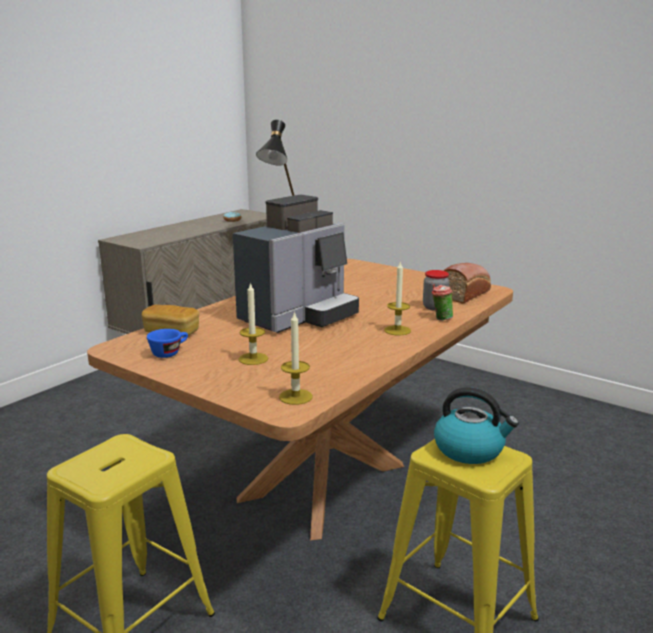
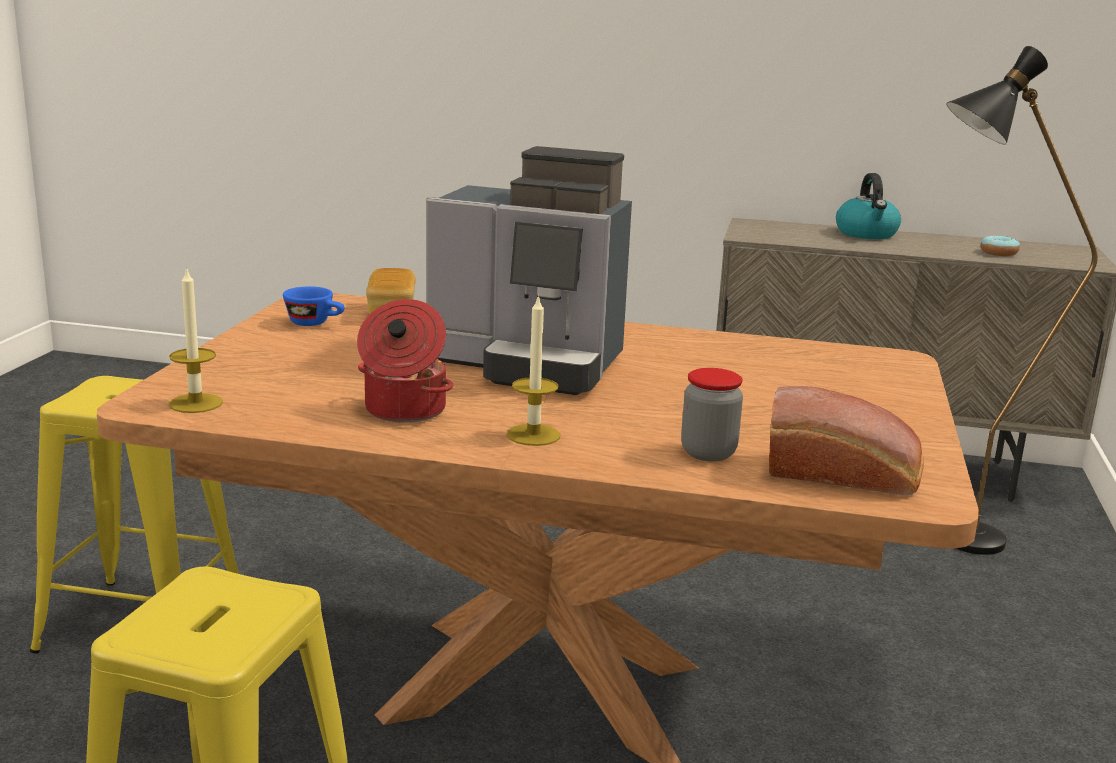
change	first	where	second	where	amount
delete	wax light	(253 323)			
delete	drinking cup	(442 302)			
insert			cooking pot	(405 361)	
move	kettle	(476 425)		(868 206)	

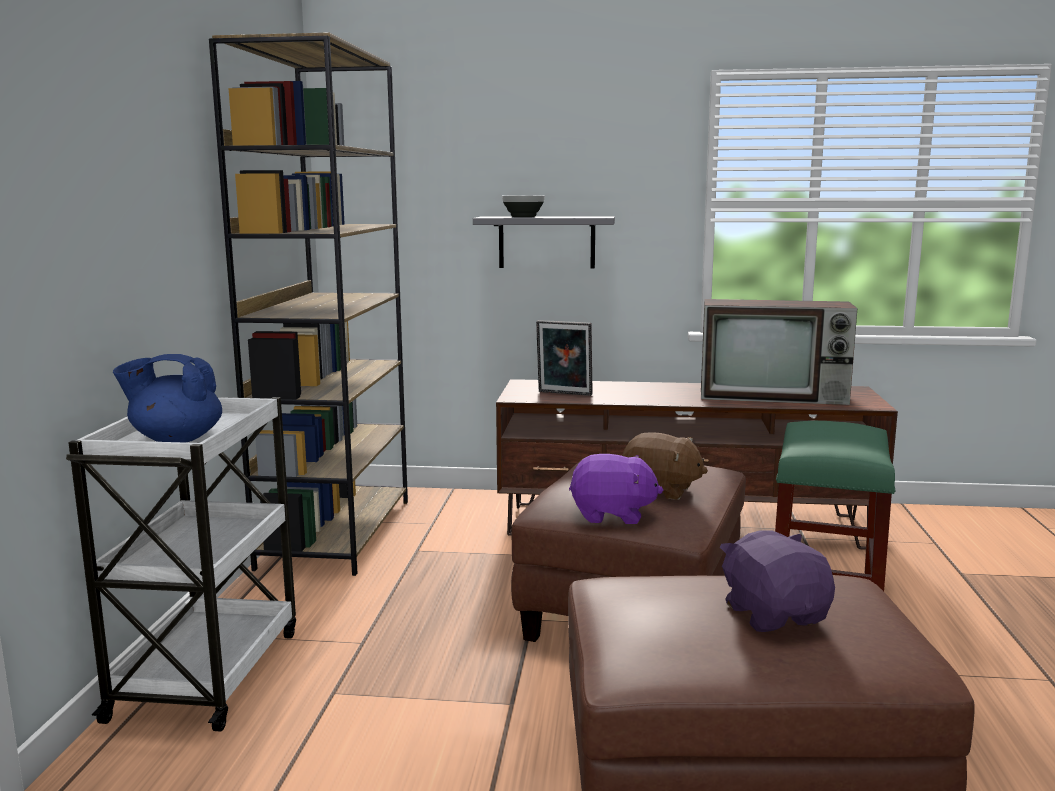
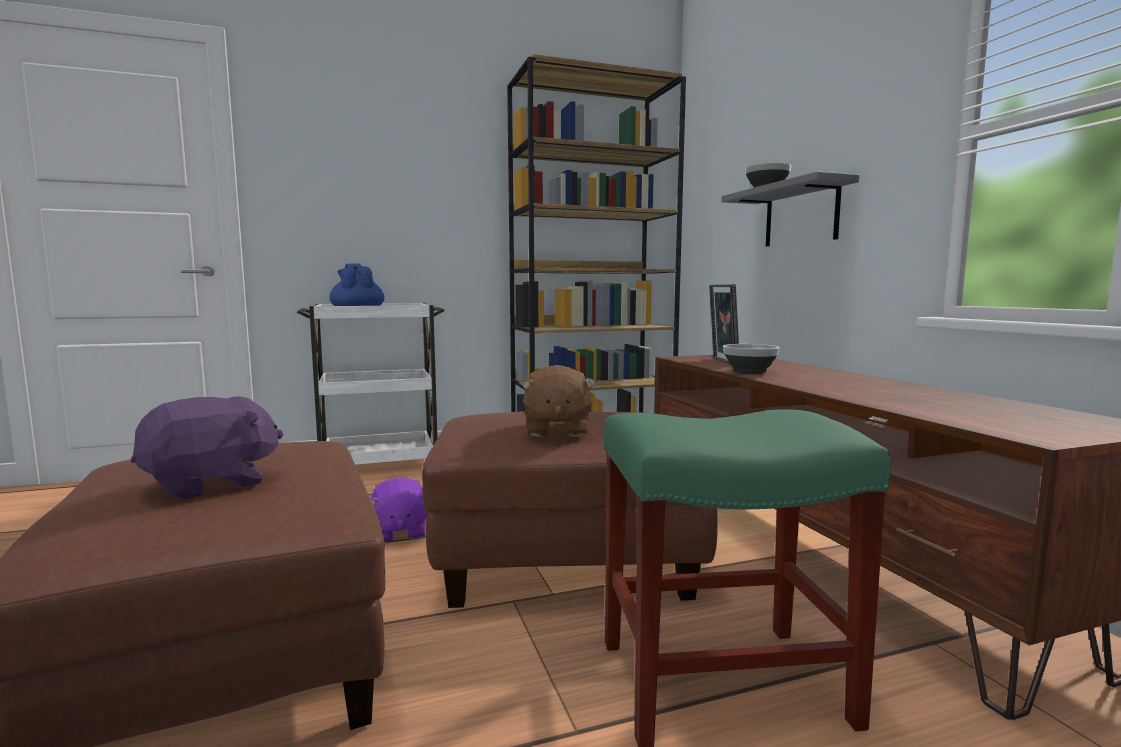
change	first	where	second	where	amount
delete	TV	(779 352)			
insert			serving bowl	(751 359)	
move	purple cuddly toy	(616 489)		(399 510)	

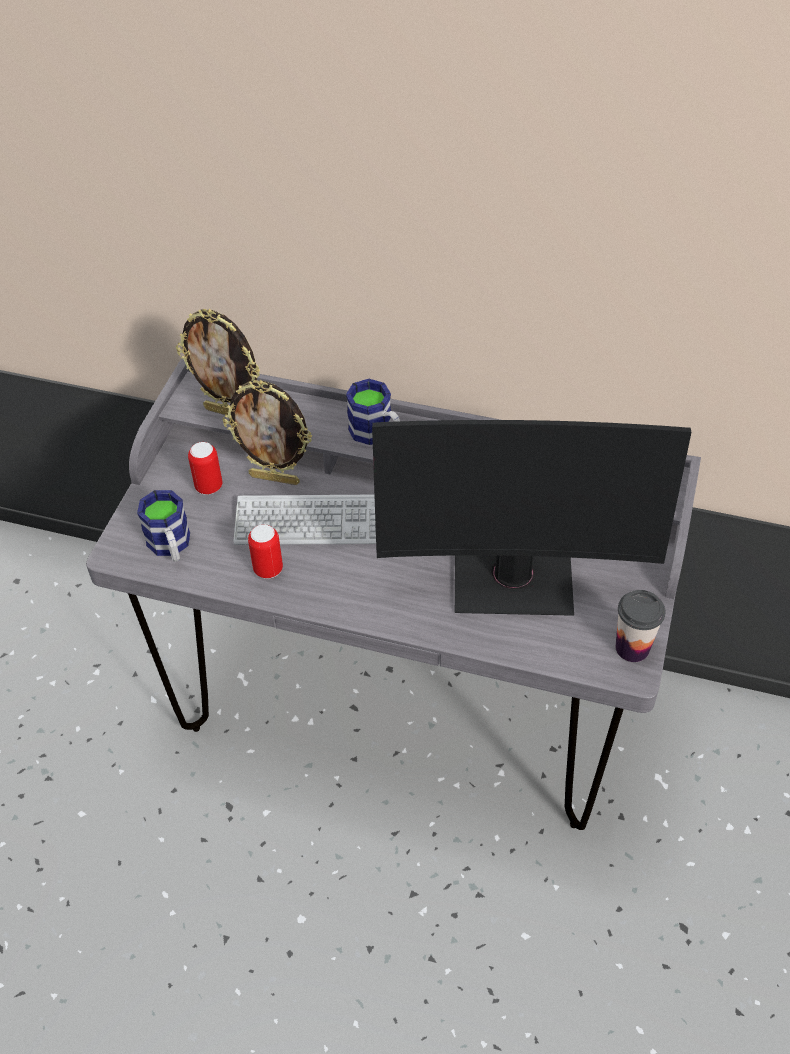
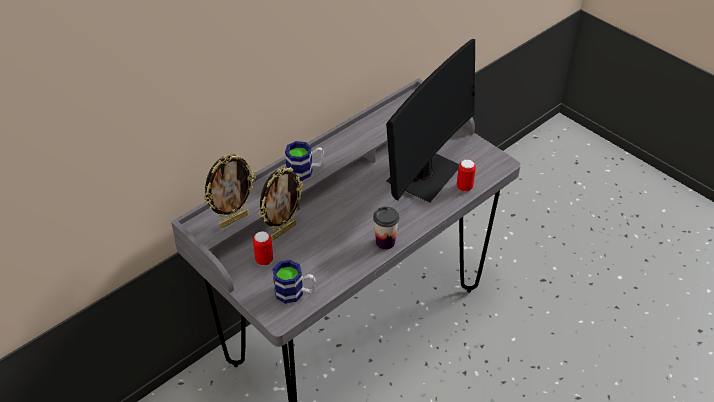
change	first	where	second	where	amount
delete	PC keyboard	(304 520)			
move	metal can	(265 551)		(466 175)	
move	drinking cup	(640 626)		(386 228)	

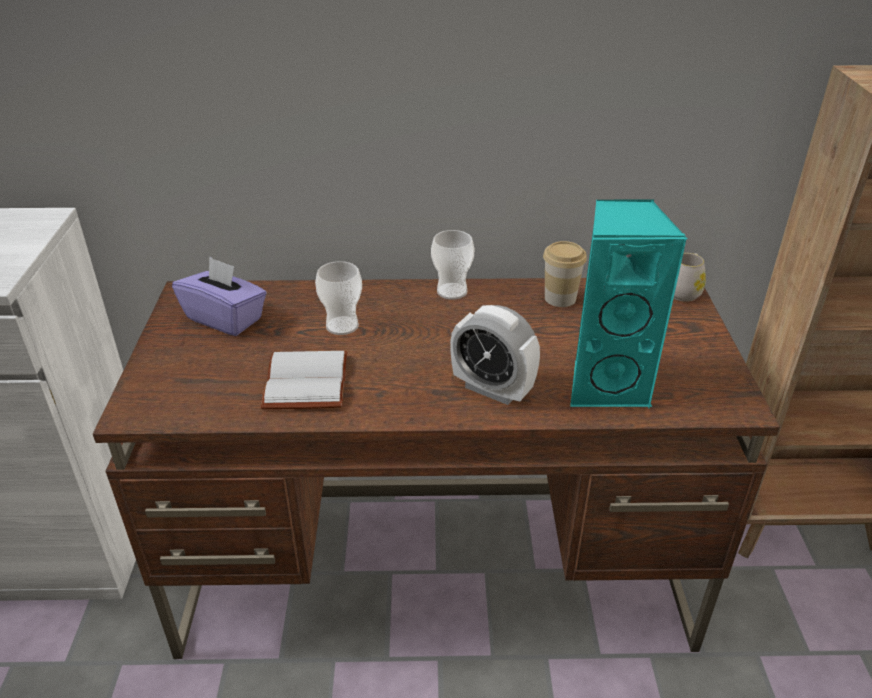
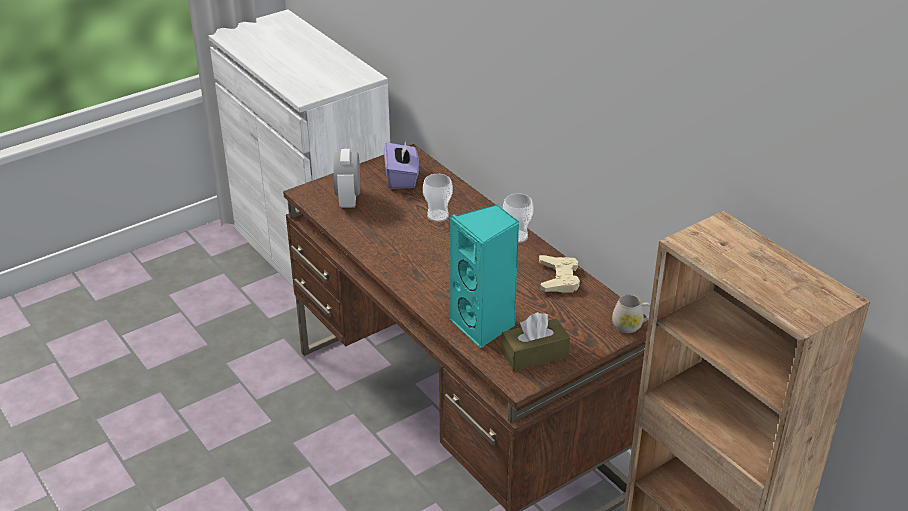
change	first	where	second	where	amount
delete	white-coloured bound book	(304 380)			
insert			brown tissue box	(535 341)	
move	alarm clock	(495 355)		(346 178)	
replace	drinking cup	(565 274)	sand-coloured joypad	(559 273)	

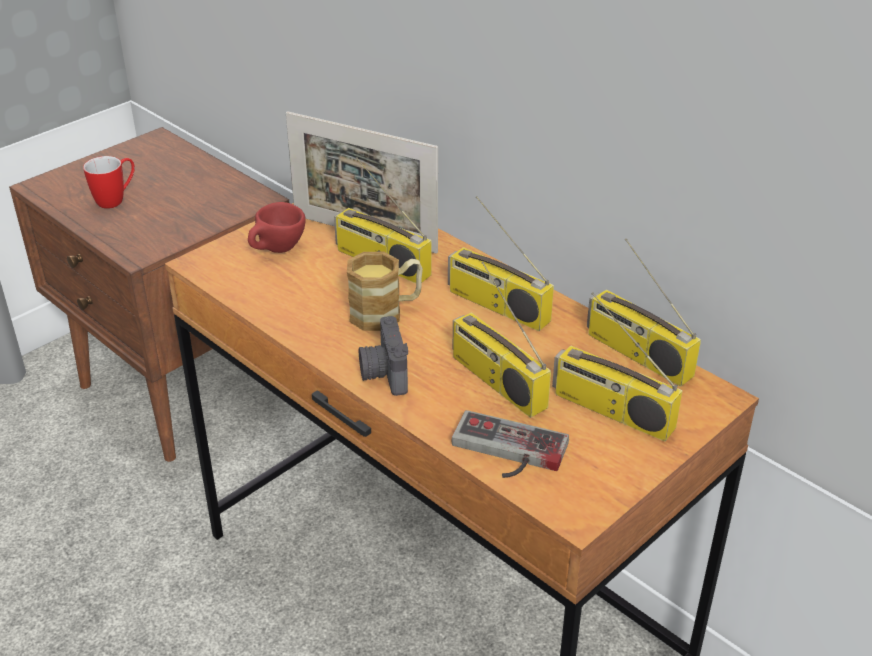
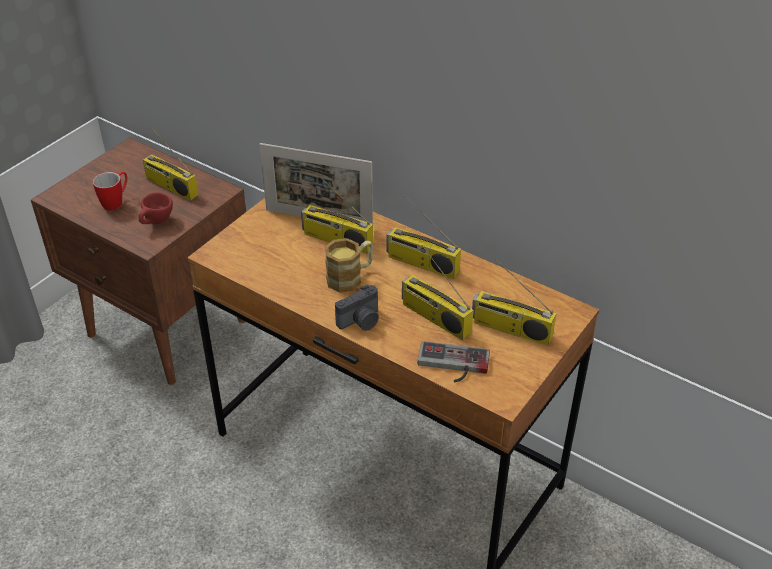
change	first	where	second	where	amount
move	reddish drinking cup	(277 227)		(156 208)	
move	radio set	(644 312)		(171 164)	
rotate	photo camera	(383 356)		(357 307)	105 degrees counterclockwise

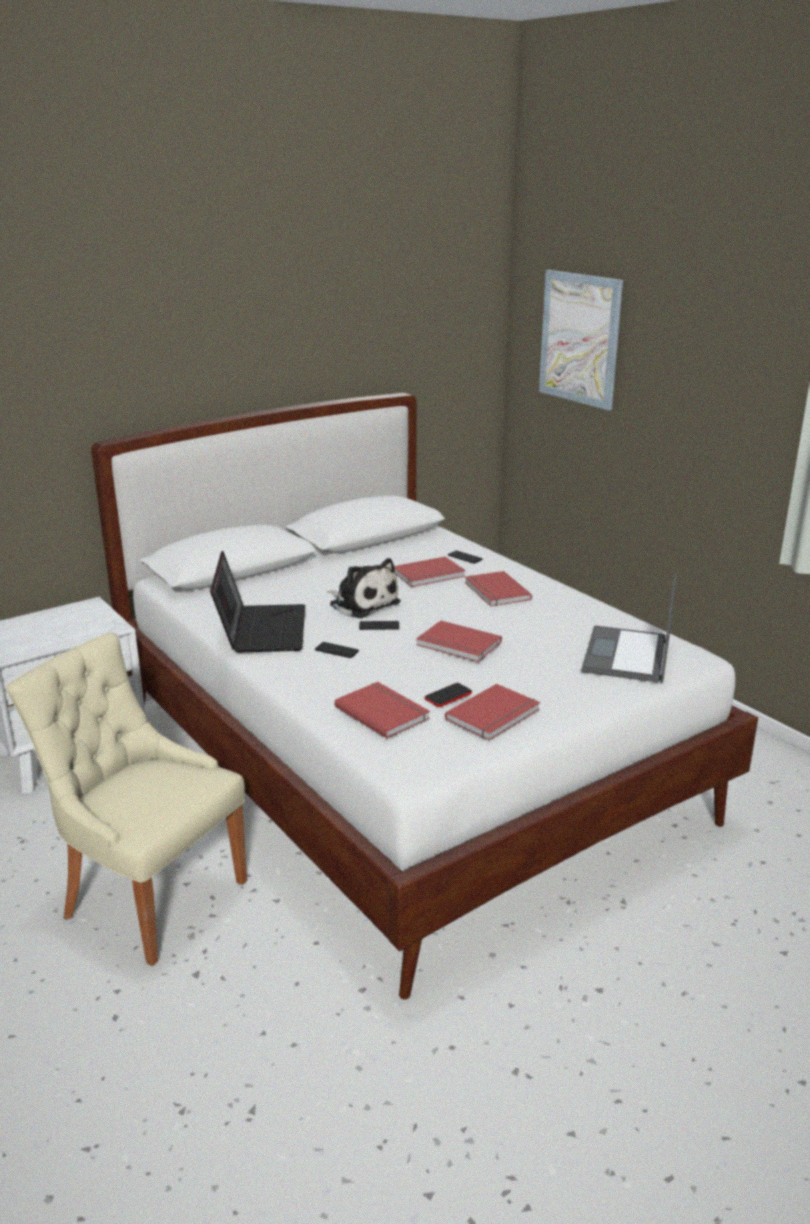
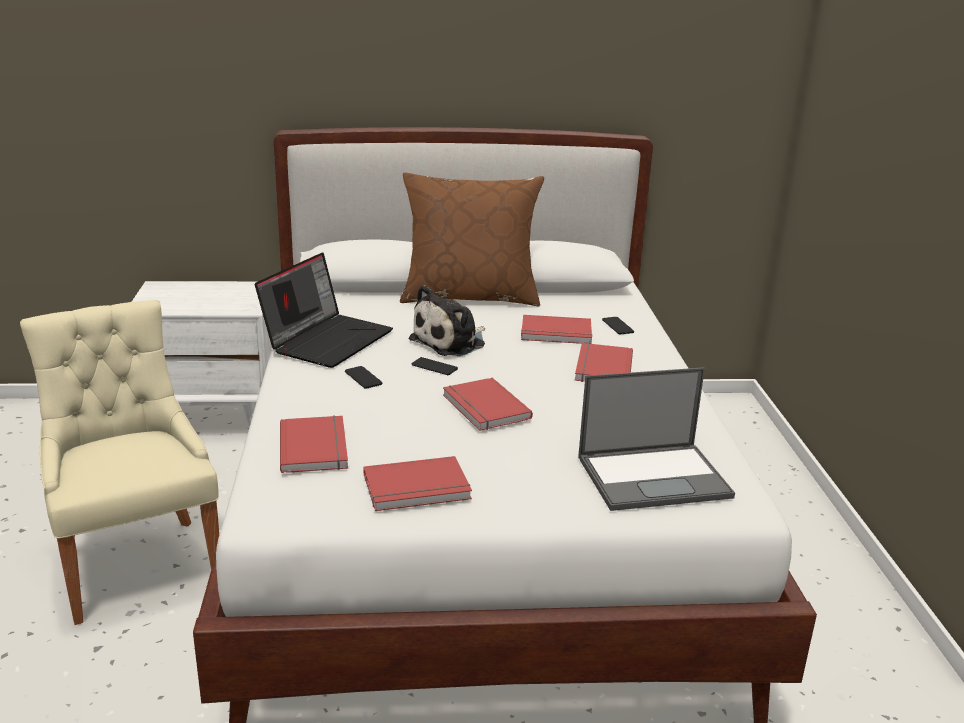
change	first	where	second	where	amount
delete	handset	(448 695)			
delete	wall picture	(581 340)			
insert			brown cushion	(472 239)	
rotate	cuddly toy	(364 588)		(447 320)	60 degrees clockwise
rotate	laptop	(629 628)		(656 439)	150 degrees counterclockwise

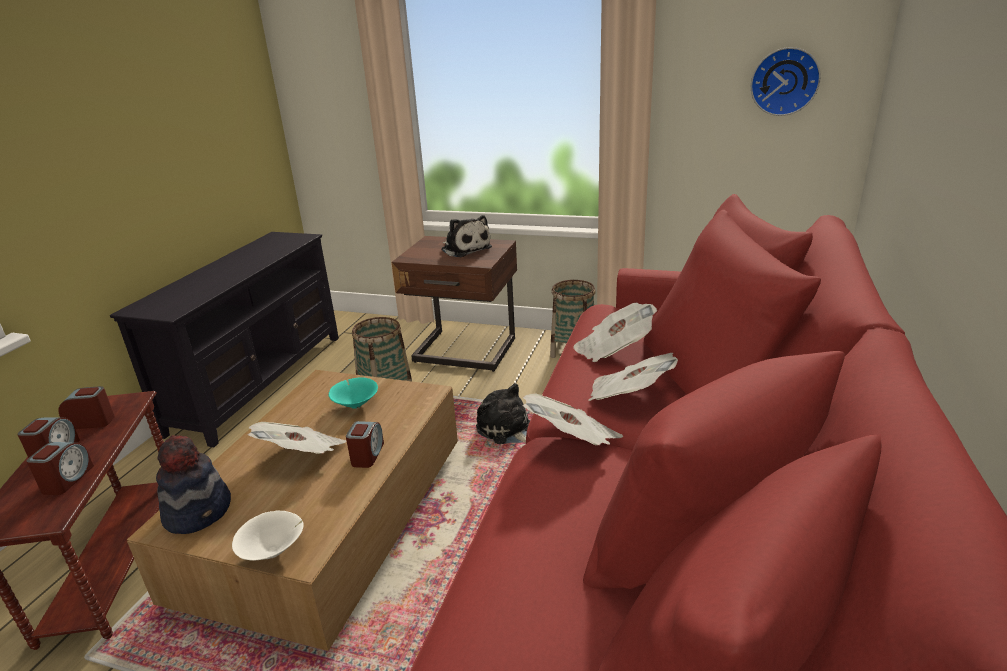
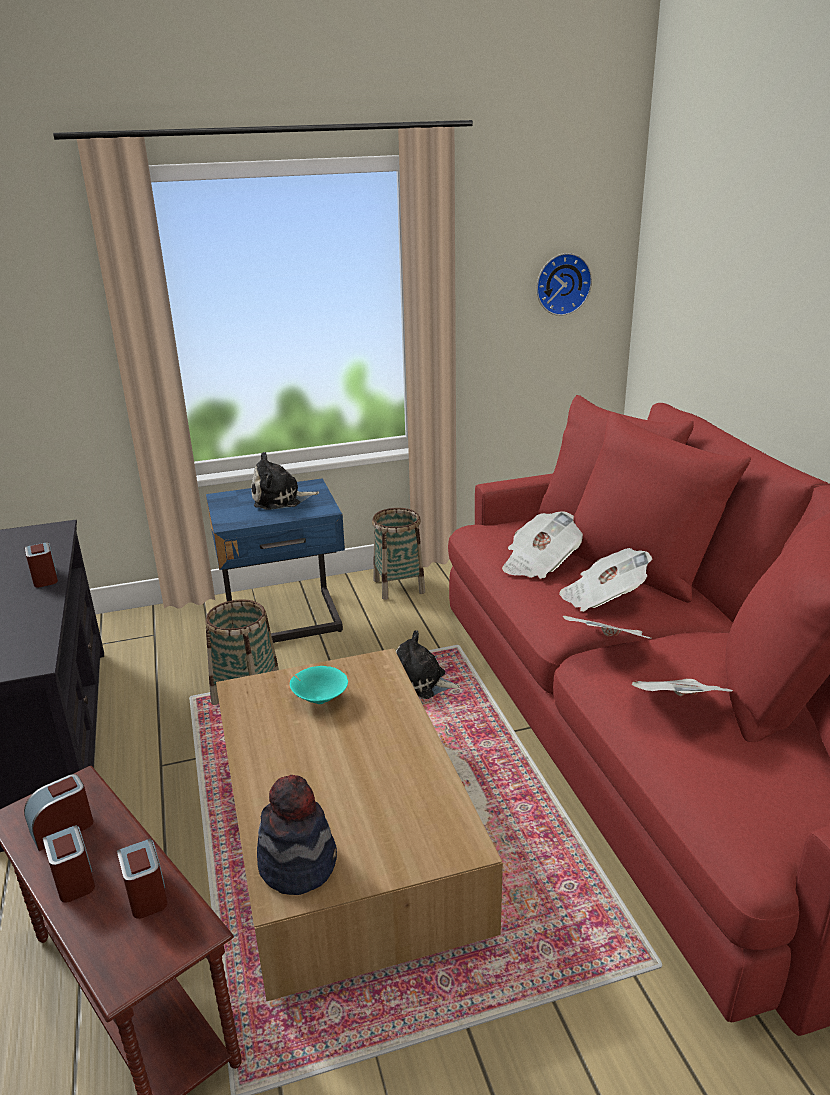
change	first	where	second	where	amount
delete	white-coloured serving bowl	(268 535)			
move	newspaper	(297 438)		(682 687)	
move	alarm clock	(365 444)		(41 565)	
recolor	brown bedside table	(454 304)	blue-coloured bedside table	(275 560)	
rotate	cuddly toy	(466 236)		(285 481)	150 degrees clockwise

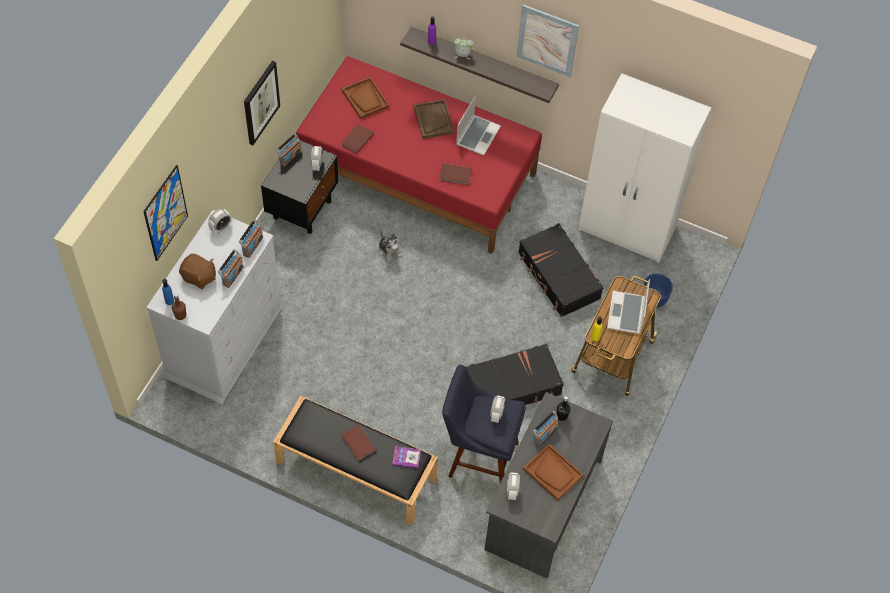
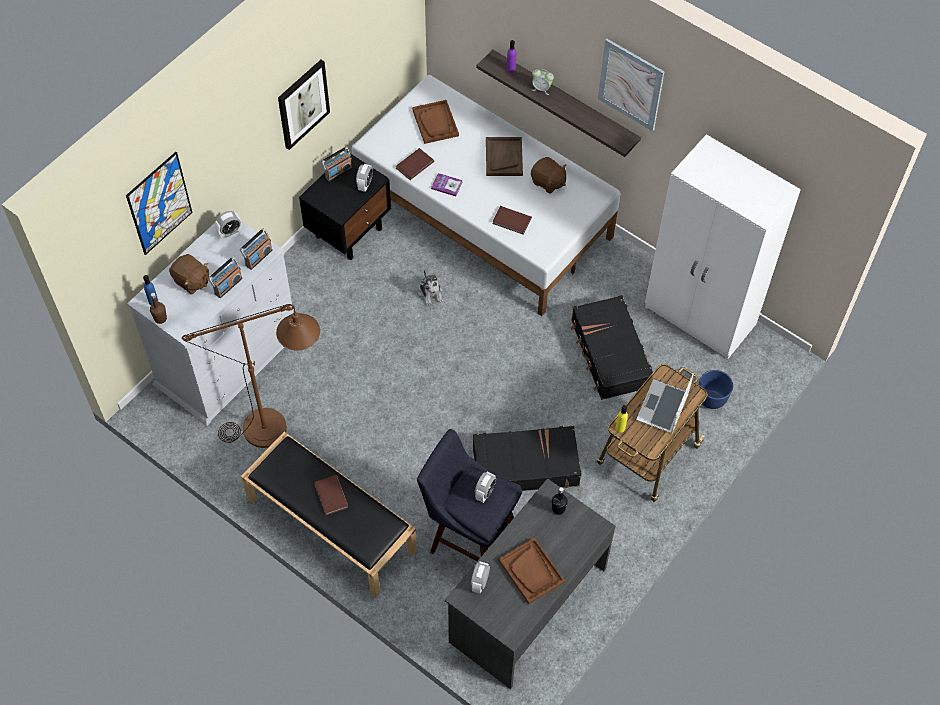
change	first	where	second	where	amount
delete	radio set	(546 429)			
insert			brown floor lamp	(251 376)	
move	bound book	(406 457)		(447 184)	
replace	laptop	(478 126)	brown cuddly toy	(548 175)	
recolor	reddish bed	(419 155)	white-coloured bed	(486 195)	

